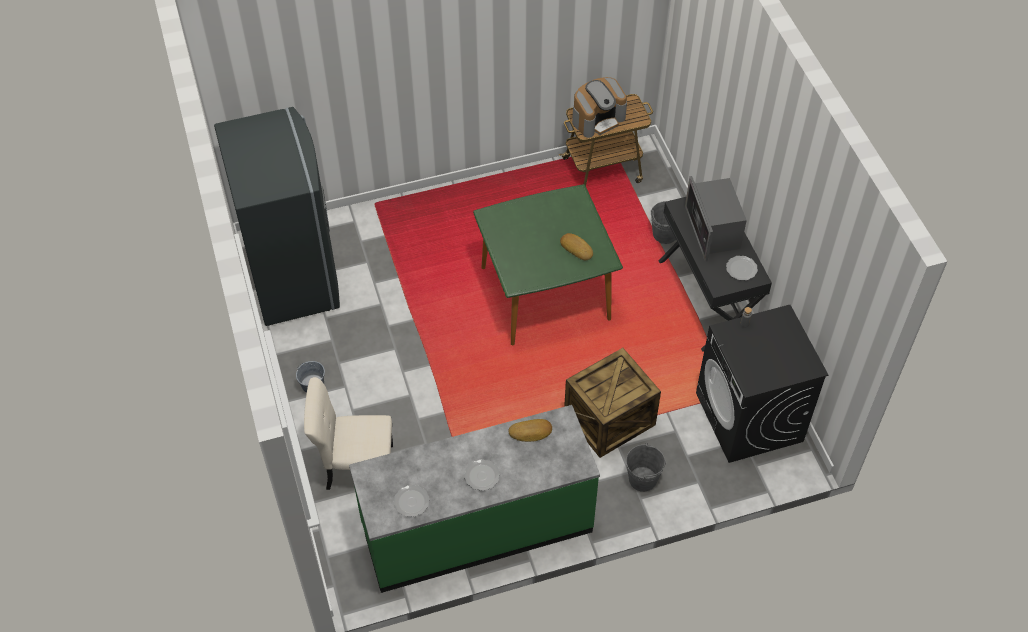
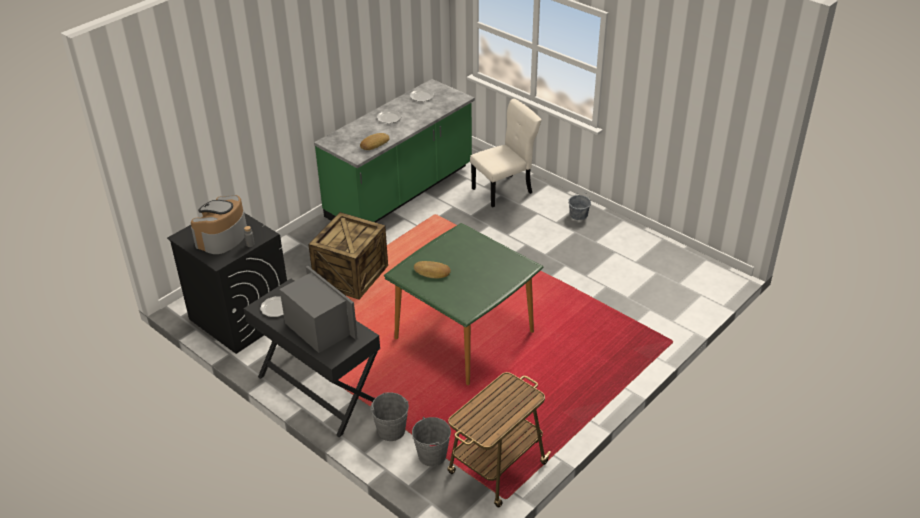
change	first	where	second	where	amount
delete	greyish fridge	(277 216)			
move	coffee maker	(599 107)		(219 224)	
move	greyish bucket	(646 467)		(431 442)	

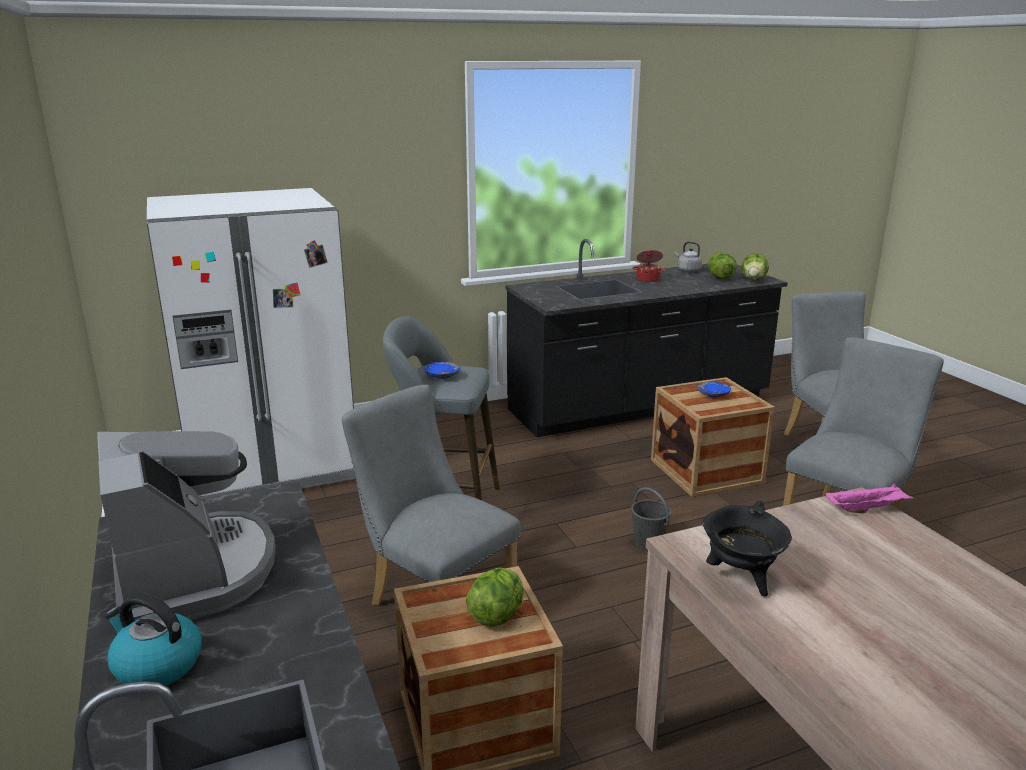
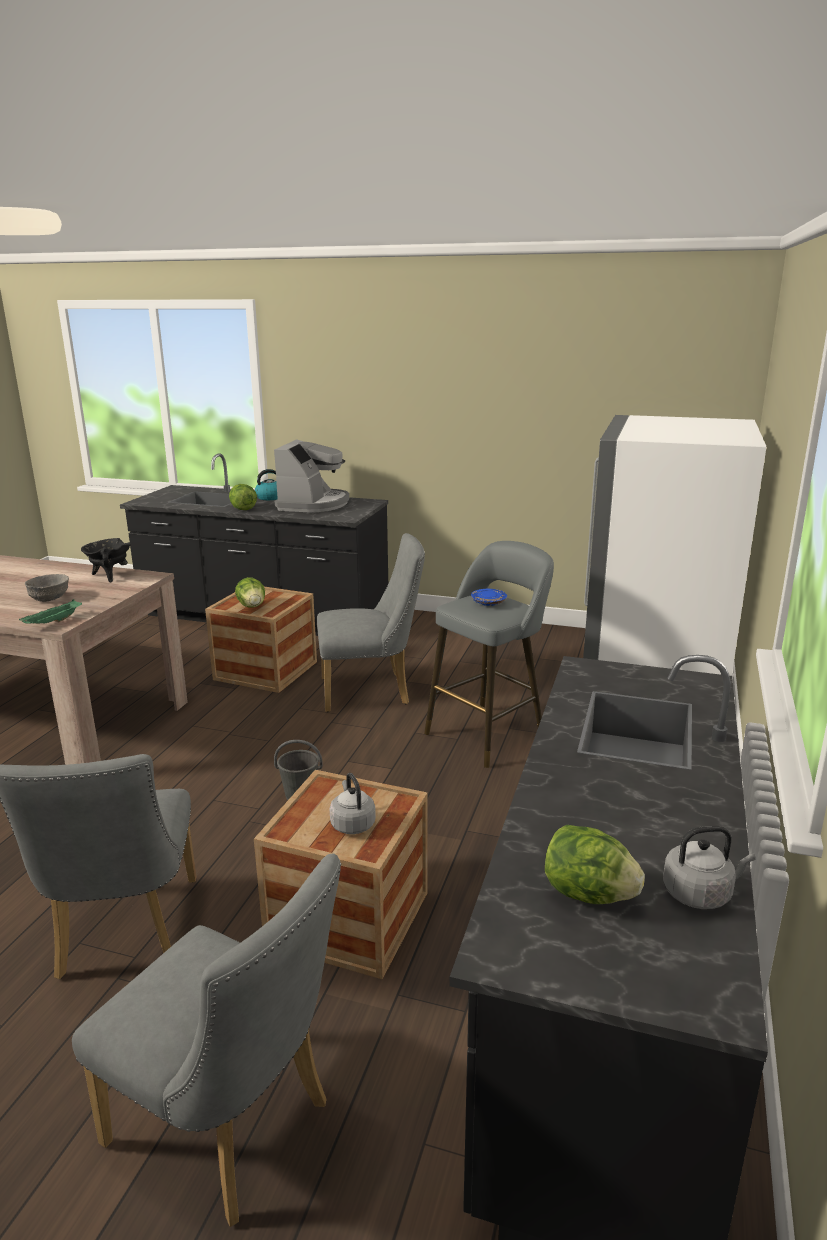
change	first	where	second	where	amount
delete	cooking pot	(649 266)			
insert			greyish serving bowl	(47 588)	
move	lettuce head	(755 266)		(243 497)	
replace	blue-coloured flat dish	(714 389)	greyish kettle	(353 803)	
recolor	pink-coloured serving tray	(869 498)	greenish serving tray	(50 611)	
rotate	coffee maker	(186 525)		(311 475)	90 degrees counterclockwise

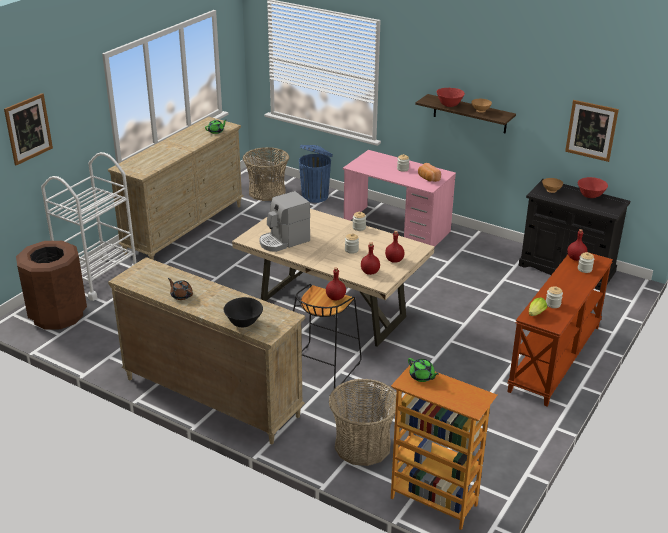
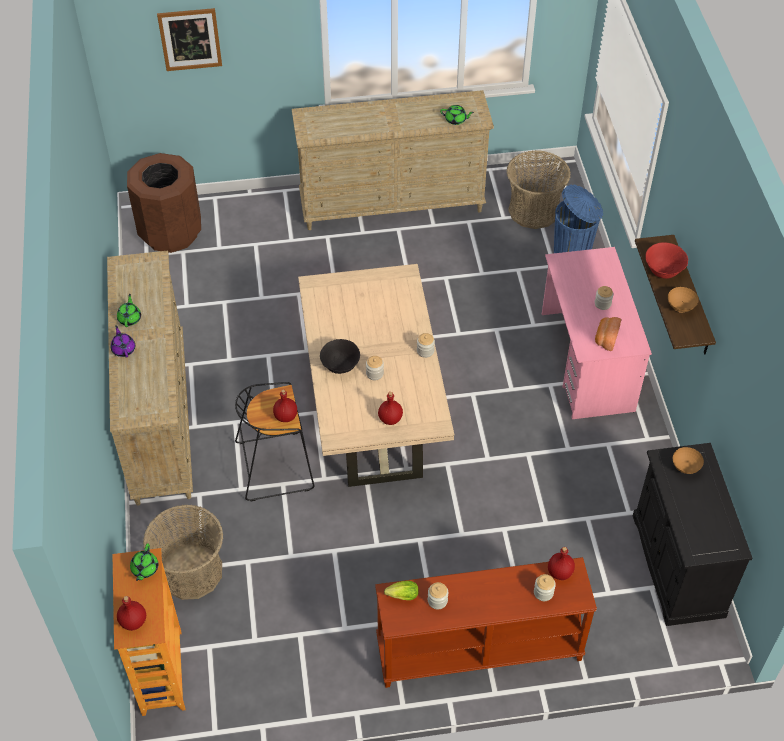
change	first	where	second	where	amount
delete	white-coloured cart	(89 226)			
delete	coffee maker	(284 221)			
delete	wall picture	(592 131)			
delete	reddish serving bowl	(593 187)			
insert			purple tea pot	(123 341)	
move	black-coloured serving bowl	(243 312)		(340 356)	
move	reddish drink bottle	(370 258)		(131 613)	
recolor	brown tea pot	(180 289)	greenish tea pot	(129 310)	

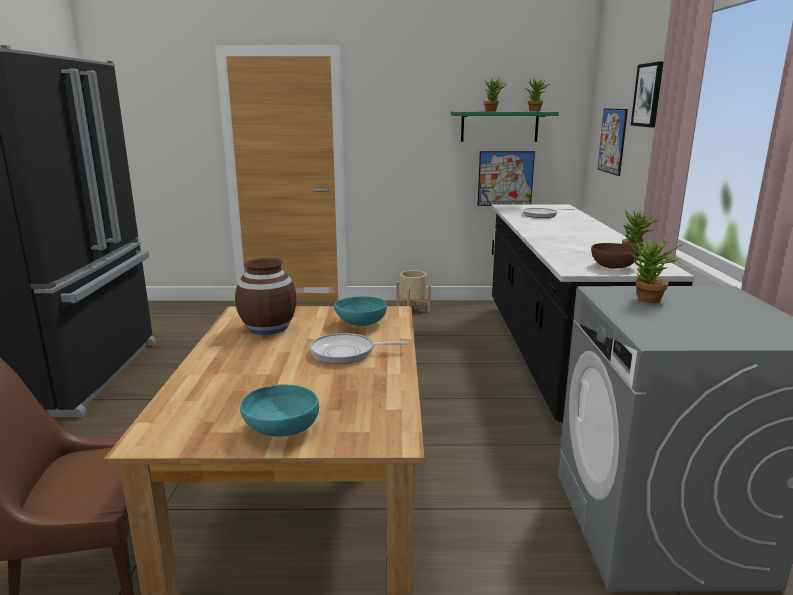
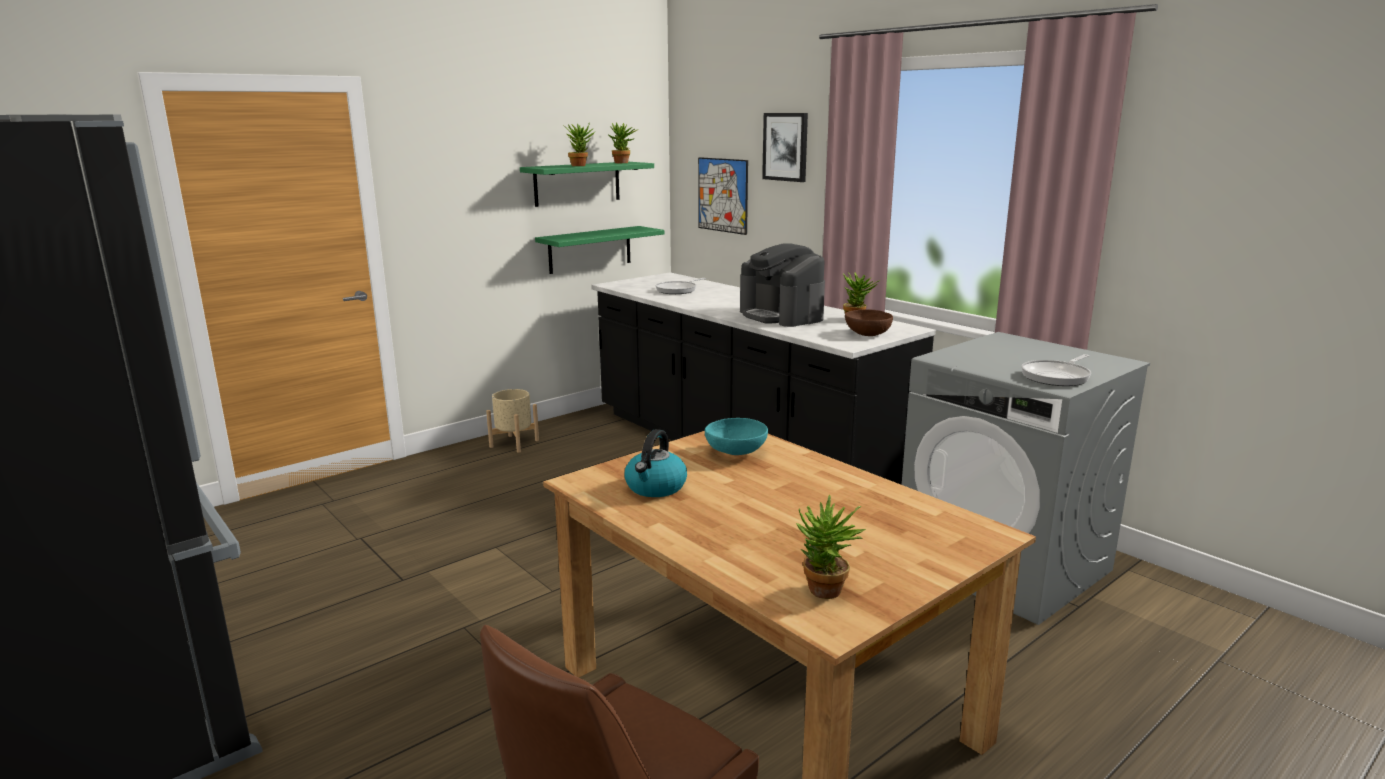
change	first	where	second	where	amount
delete	turquoise serving bowl	(279 410)			
insert			coffee maker	(782 285)	
move	skillet	(359 348)		(1056 370)	
move	potted plant	(656 270)		(831 547)	
replace	brown vase	(266 296)	kettle	(655 463)	
replace	wall picture	(506 178)	greenish bracket shelf	(599 250)	

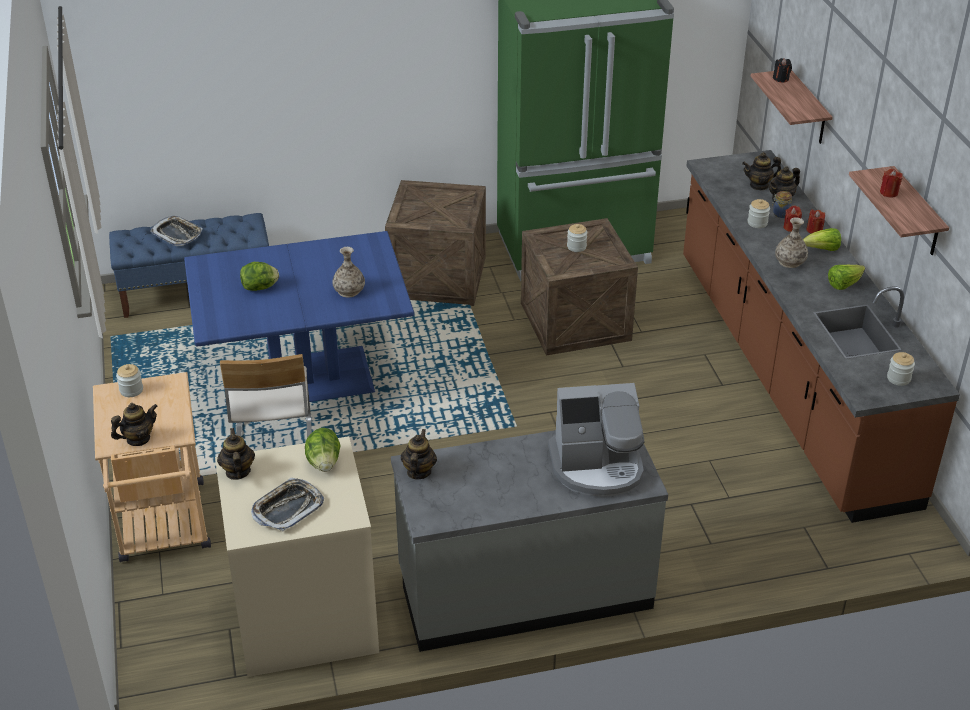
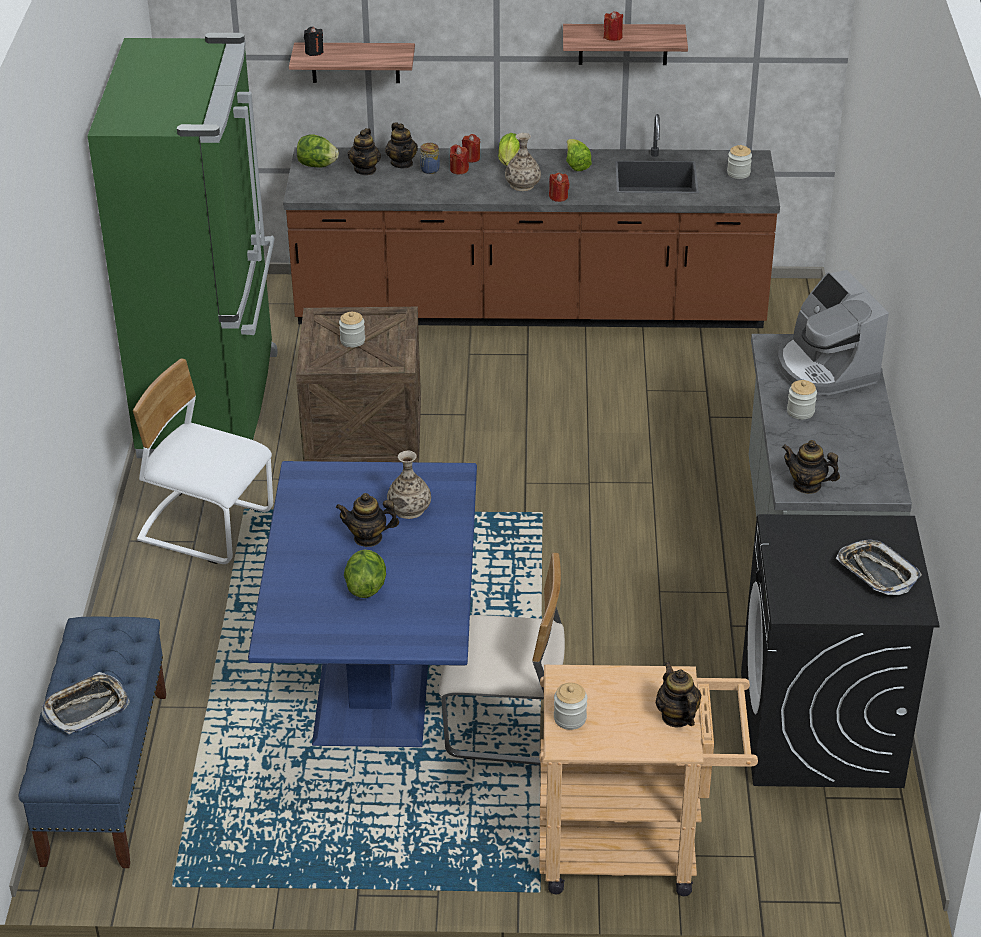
change	first	where	second	where	amount
insert			reddish wax light	(559 187)	
move	tea pot	(236 454)		(367 520)	
move	lettuce head	(323 450)		(318 150)	
move	preserve jar	(759 213)		(802 399)	
replace	packing crate	(435 243)	white-coloured upright chair	(203 461)	
recolor	sand-coloured washing machine	(297 556)	black-coloured washing machine	(840 651)	
rotate	coffee maker	(596 440)		(833 332)	150 degrees clockwise

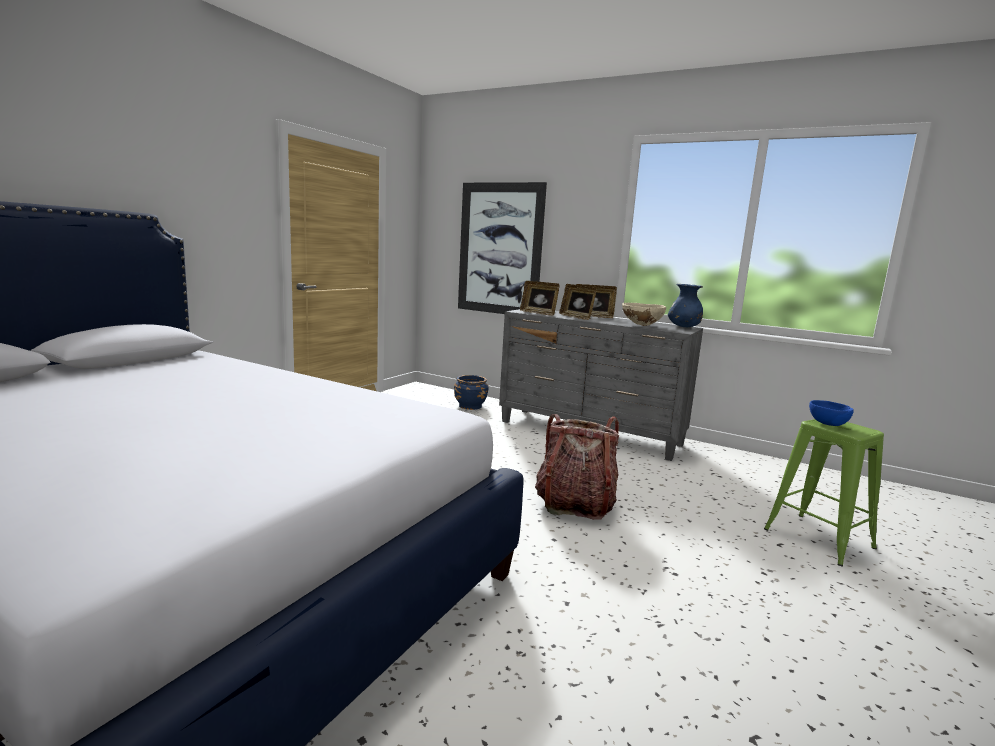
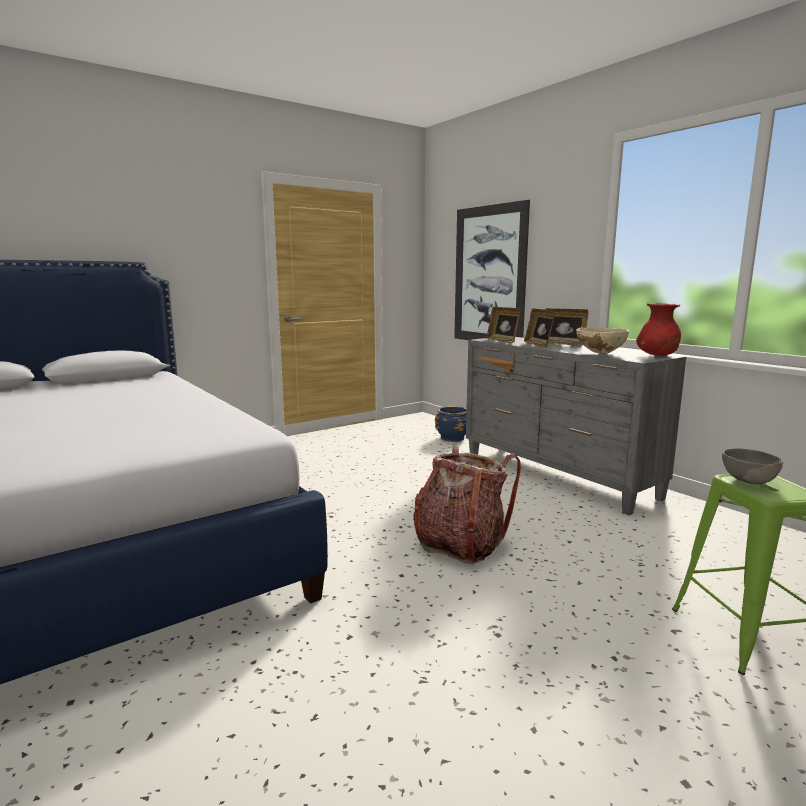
change	first	where	second	where	amount
recolor	blue-coloured vase	(685 305)	reddish vase	(658 329)	
recolor	blue-coloured serving bowl	(831 413)	greyish serving bowl	(752 466)	

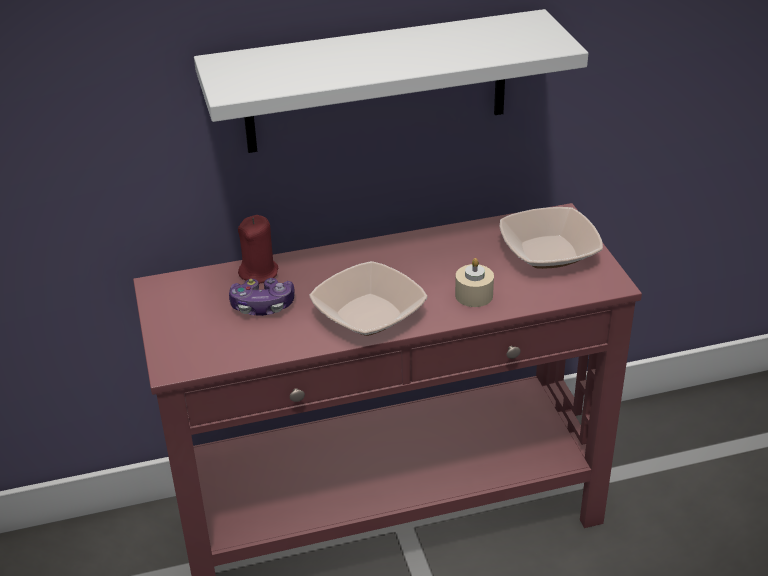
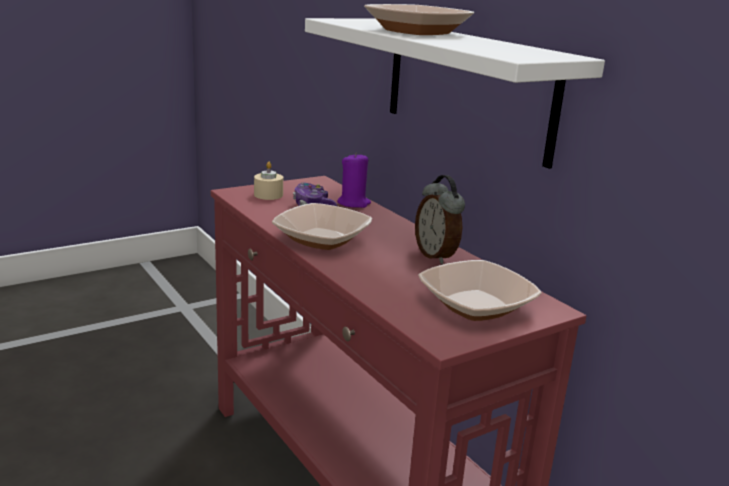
change	first	where	second	where	amount
insert			serving bowl	(419 19)	
insert			alarm clock	(440 219)	
move	sand-coloured wax light	(474 282)		(268 181)	
recolor	reddish wax light	(258 249)	purple wax light	(354 180)	

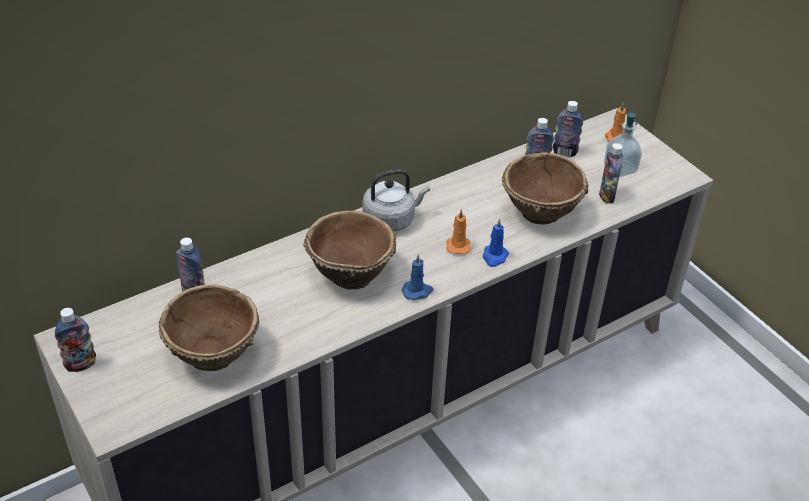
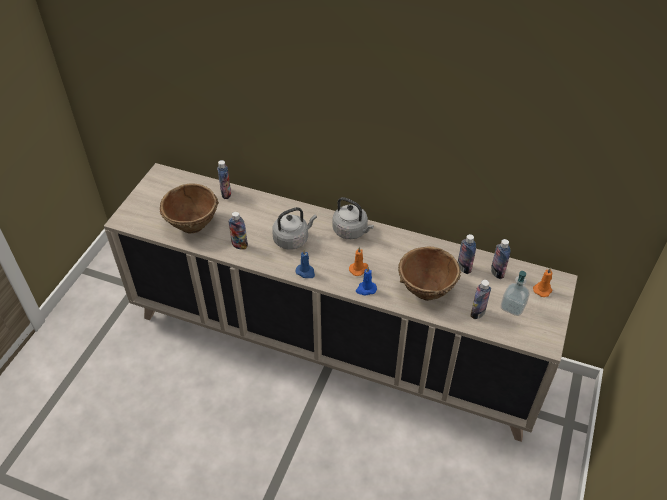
change	first	where	second	where	amount
move	drink bottle	(75 340)		(238 230)	
replace	brown serving bowl	(349 250)	greyish kettle	(294 228)	

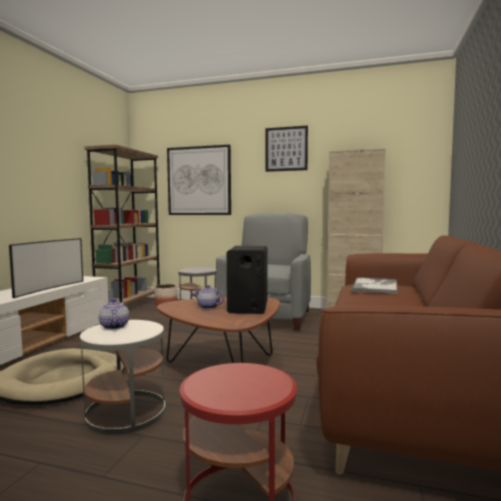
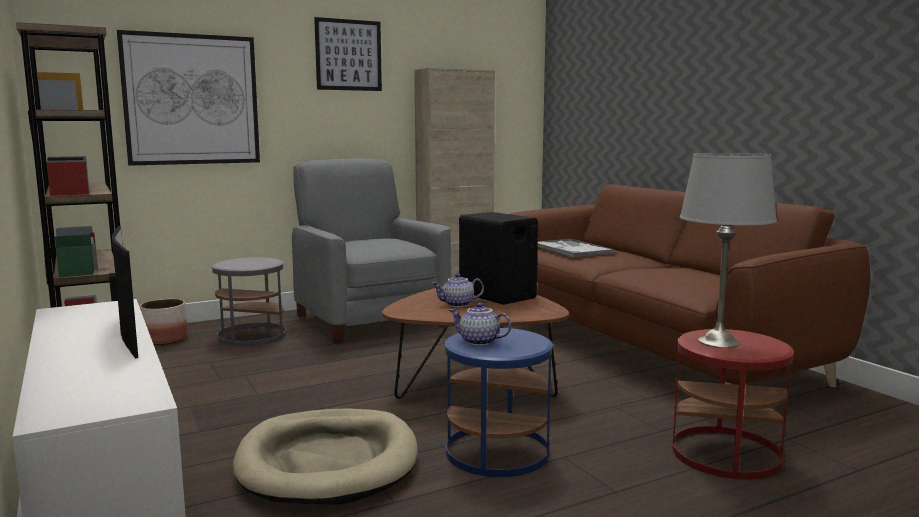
change	first	where	second	where	amount
insert			greyish tabletop lamp	(728 250)	
recolor	white-coloured end table	(122 377)	blue-coloured end table	(499 402)	

